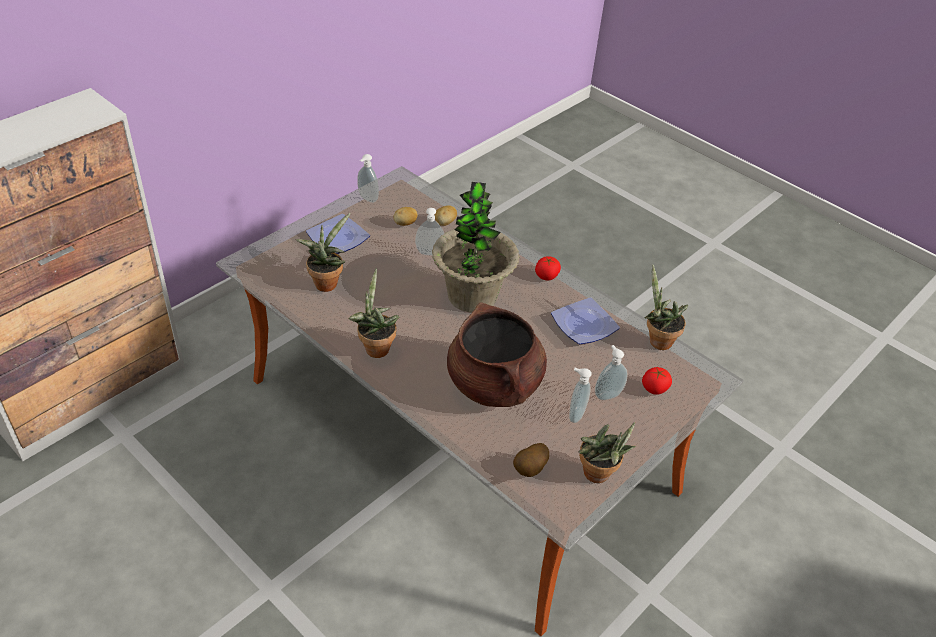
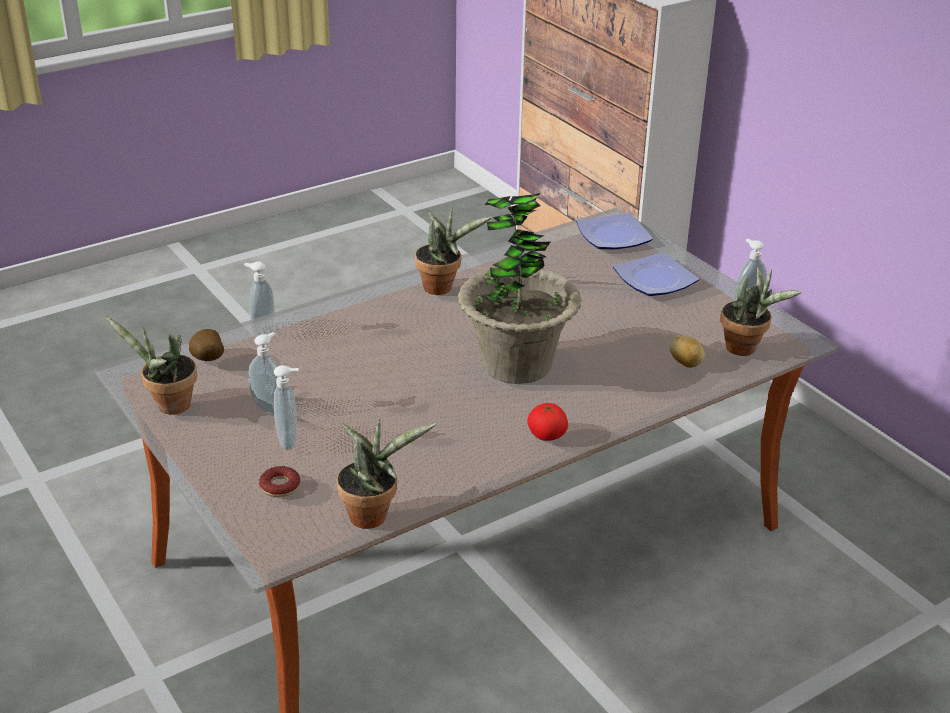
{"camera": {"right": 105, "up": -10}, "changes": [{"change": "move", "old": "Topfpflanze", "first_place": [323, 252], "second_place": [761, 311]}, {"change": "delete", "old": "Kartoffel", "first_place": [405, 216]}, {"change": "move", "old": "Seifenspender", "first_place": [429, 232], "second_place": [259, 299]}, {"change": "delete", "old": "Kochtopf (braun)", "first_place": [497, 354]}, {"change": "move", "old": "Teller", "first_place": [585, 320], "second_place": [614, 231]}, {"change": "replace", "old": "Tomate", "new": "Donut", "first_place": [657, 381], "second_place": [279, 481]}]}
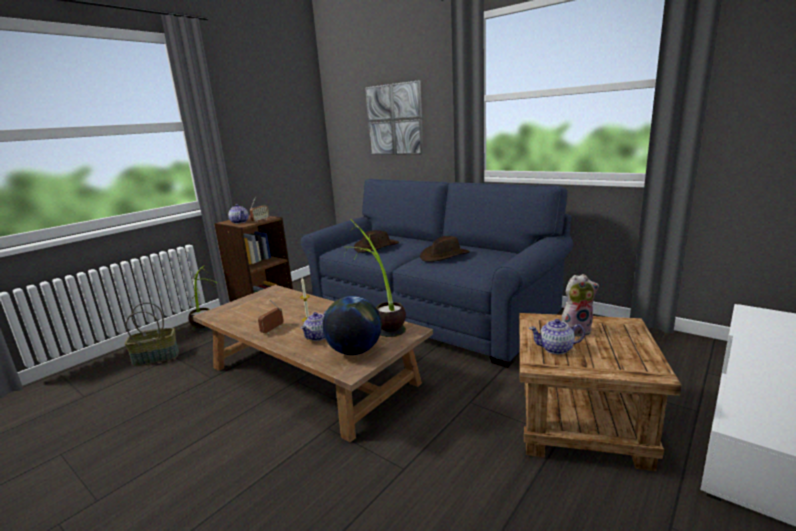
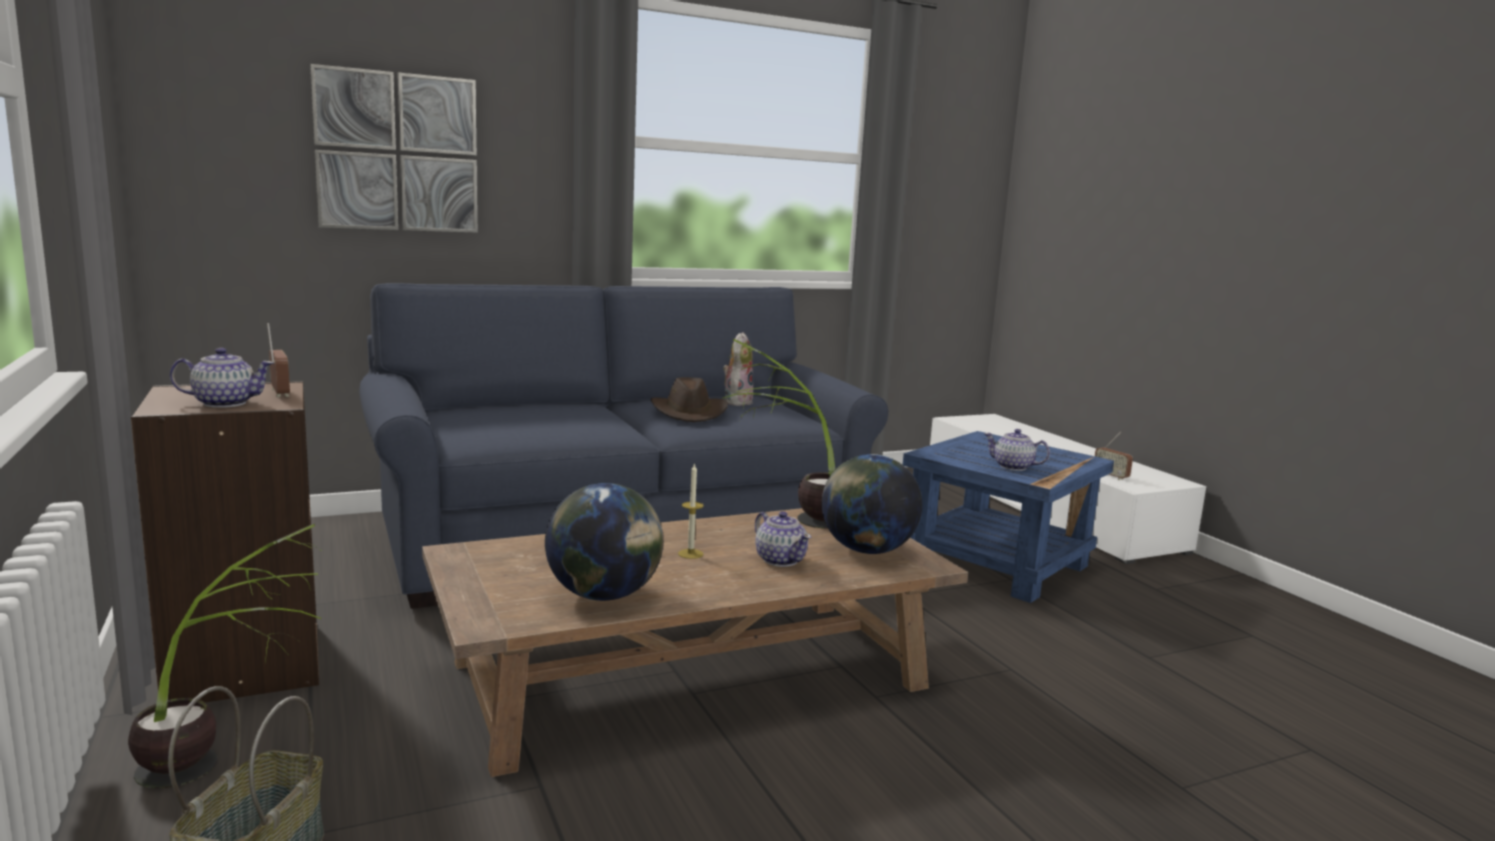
{"camera": {"right": -65, "up": -5}, "changes": [{"change": "move", "old": "Radio", "first_place": [271, 316], "second_place": [1114, 456]}, {"change": "delete", "old": "Hut (braun)", "first_place": [376, 241]}, {"change": "recolor", "old": "Beistelltisch (braun)", "new": "Beistelltisch (blau)", "first_place": [600, 392], "second_place": [1008, 517]}, {"change": "rotate", "old": "Teekanne", "first_place": [557, 336], "second_place": [1017, 450], "degrees": 90}, {"change": "move", "old": "Plüschtier", "first_place": [580, 305], "second_place": [738, 369]}, {"change": "insert", "new": "Globus", "second_place": [604, 542]}]}
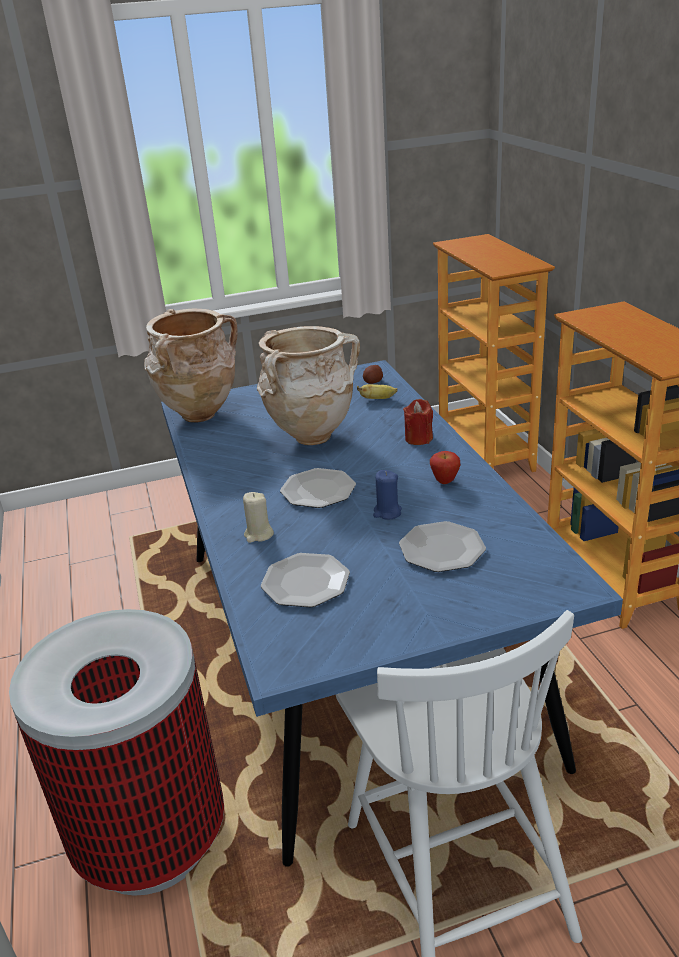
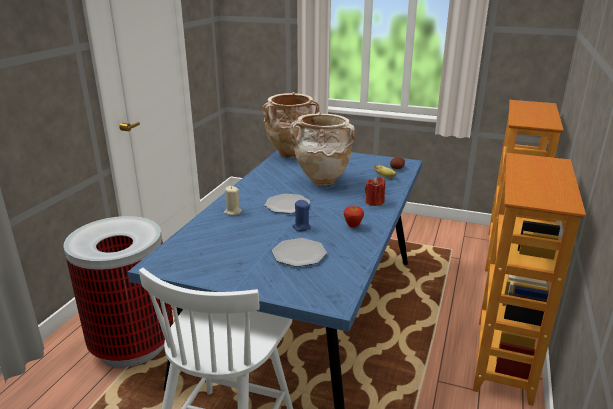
{"camera": {"right": 35, "up": -5}, "changes": [{"change": "delete", "old": "Teller", "first_place": [305, 580]}]}
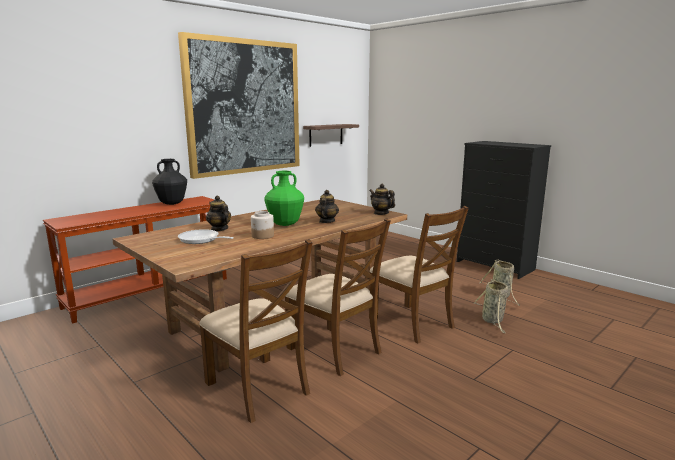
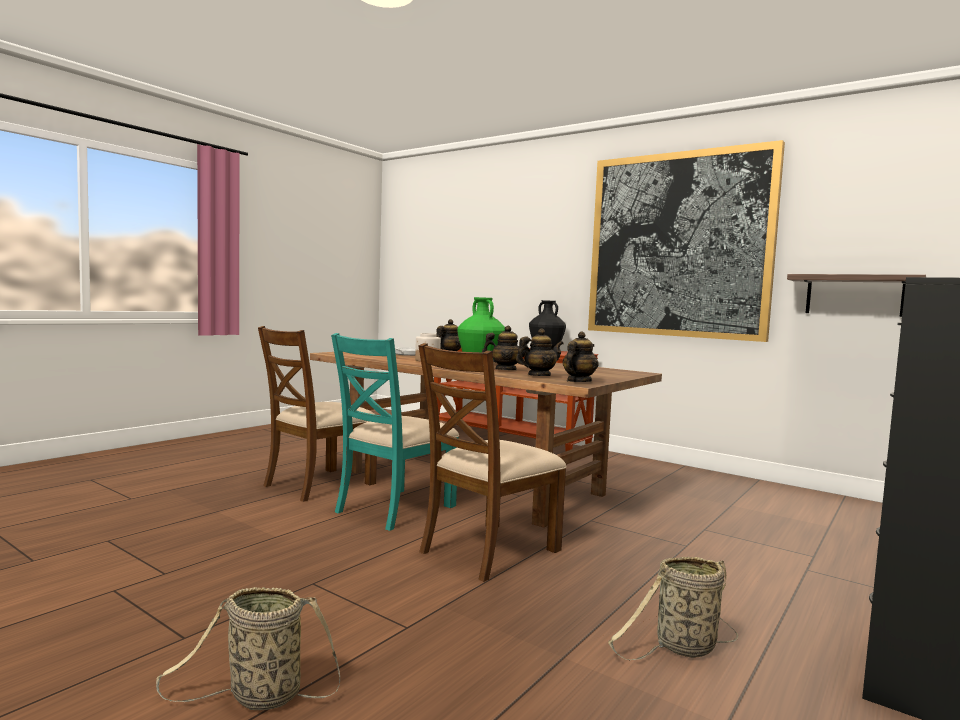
{"camera": {"right": 80, "up": -10}, "changes": [{"change": "recolor", "old": "Stuhl (braun)", "new": "Stuhl (türkis)", "first_place": [337, 297], "second_place": [395, 432]}, {"change": "move", "old": "Korb", "first_place": [490, 306], "second_place": [248, 648]}, {"change": "insert", "new": "Teekanne", "second_place": [540, 352]}]}
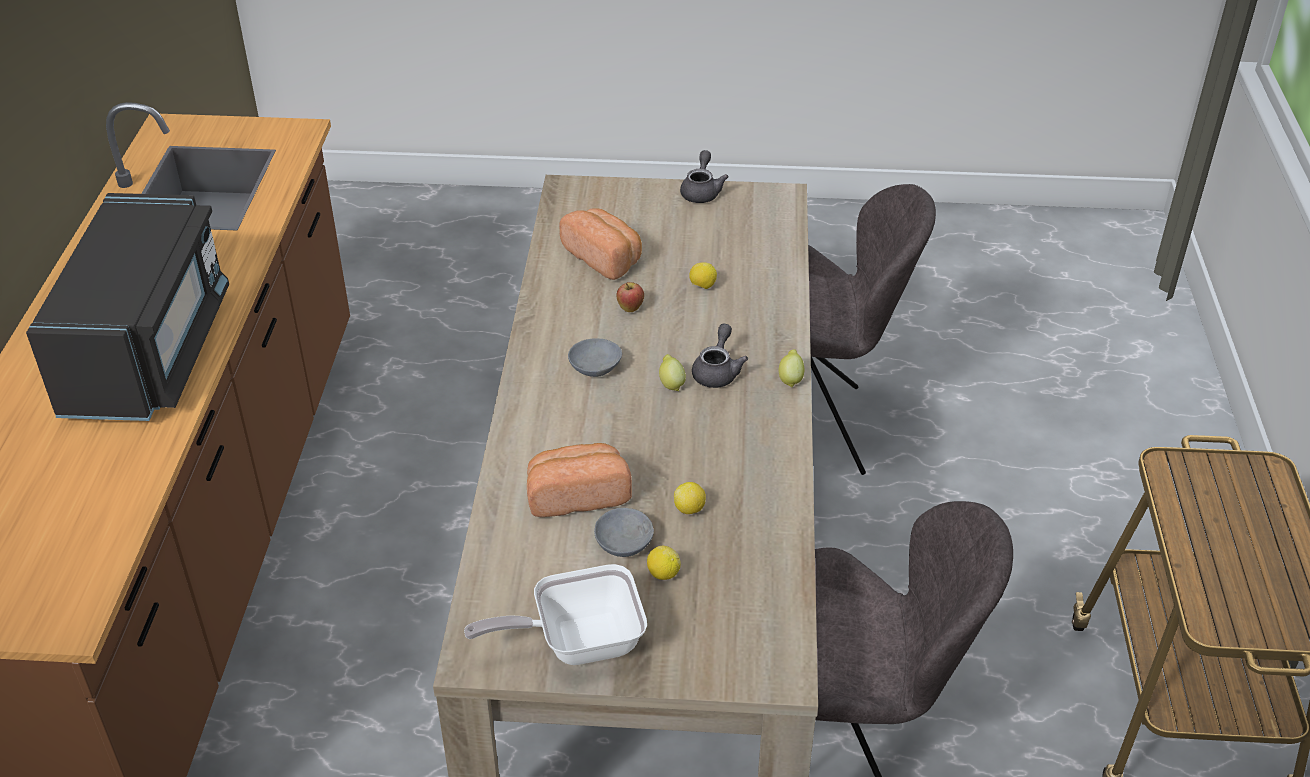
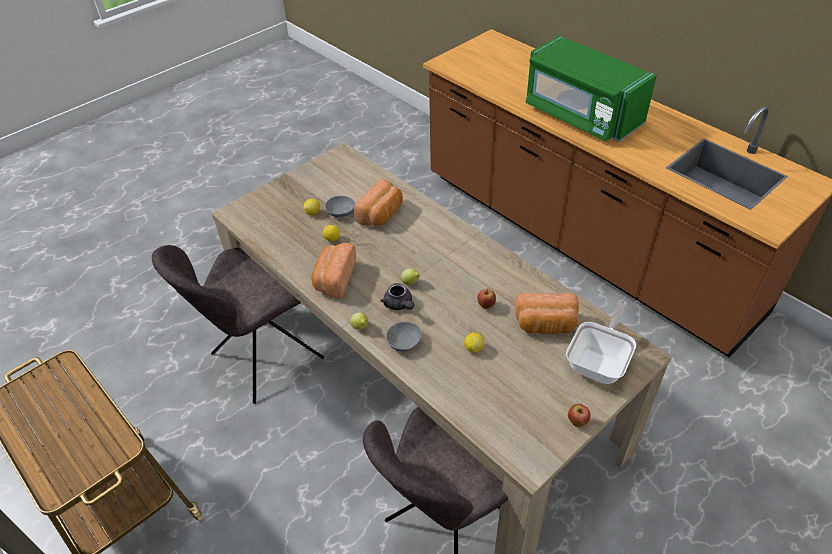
{"camera": {"right": 135, "up": 5}, "changes": [{"change": "recolor", "old": "Mikrowelle (schwarz)", "new": "Mikrowelle (grün)", "first_place": [127, 307], "second_place": [591, 89]}, {"change": "move", "old": "Pfanne", "first_place": [555, 614], "second_place": [601, 342]}, {"change": "move", "old": "Schüssel (grau)", "first_place": [595, 357], "second_place": [404, 337]}, {"change": "replace", "old": "Teekanne (grau)", "new": "Apfel", "first_place": [704, 176], "second_place": [579, 415]}, {"change": "insert", "new": "Brot", "second_place": [333, 271]}]}
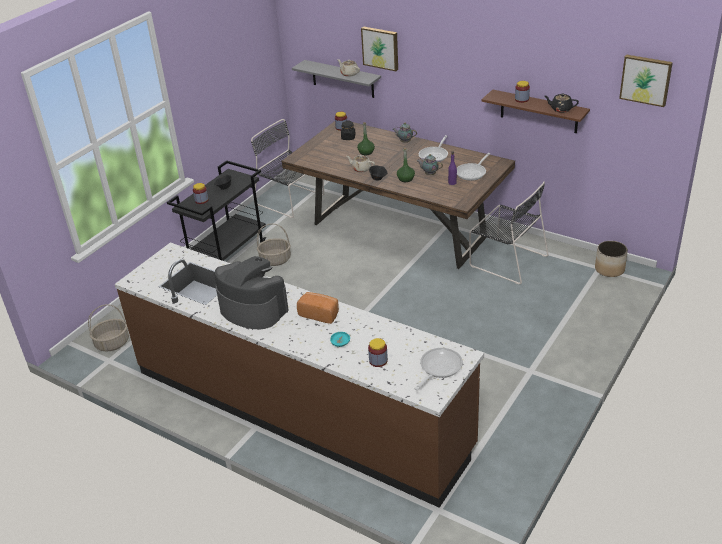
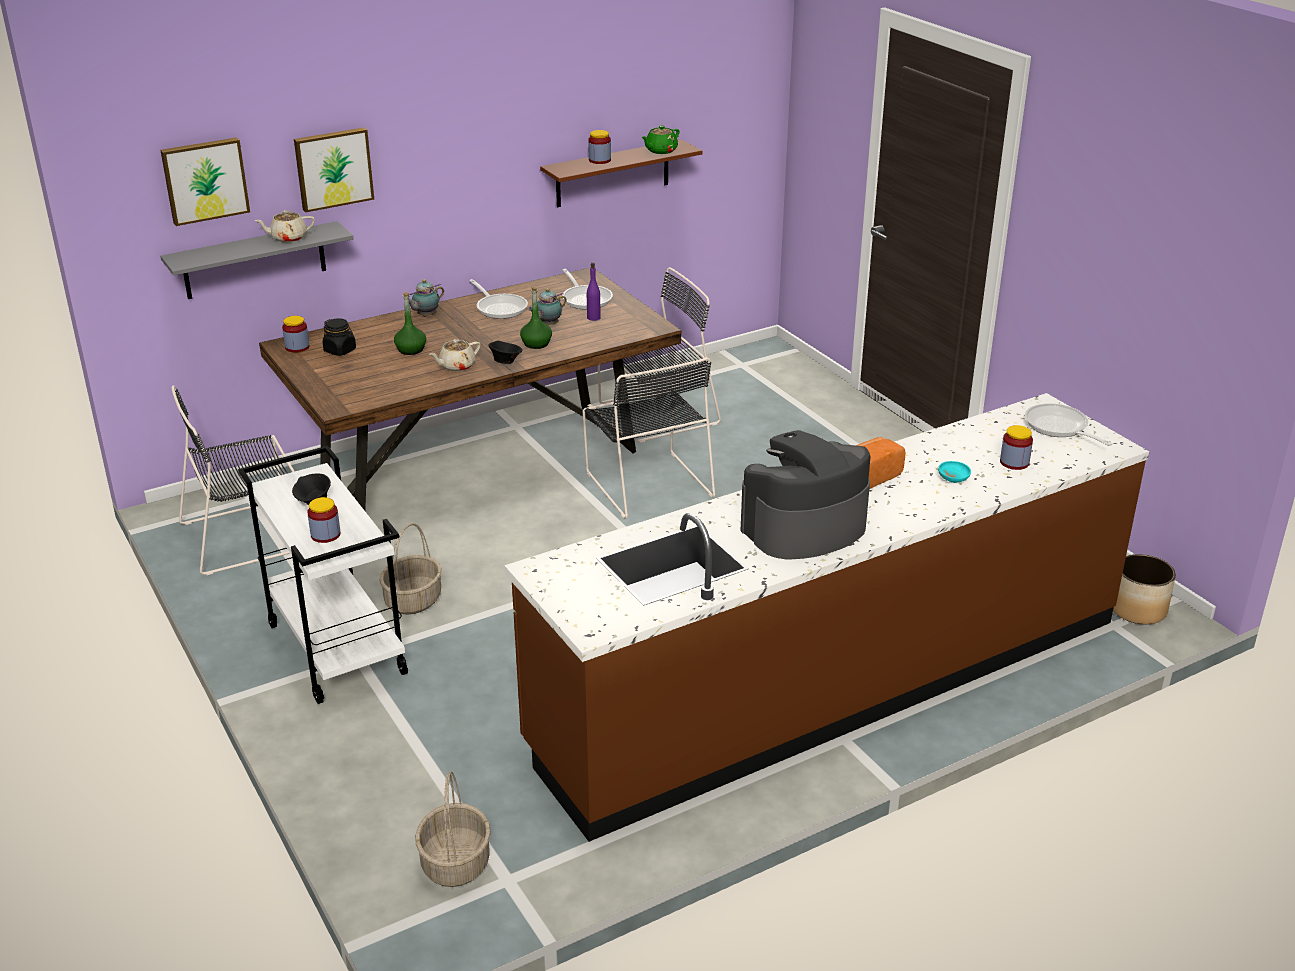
{"camera": {"right": -65, "up": -5}, "changes": [{"change": "recolor", "old": "Rollwagen (schwarz)", "new": "Rollwagen (weiß)", "first_place": [216, 210], "second_place": [323, 575]}, {"change": "recolor", "old": "Teekanne (schwarz)", "new": "Teekanne (grün)", "first_place": [562, 103], "second_place": [661, 139]}, {"change": "move", "old": "Pflanzkübel", "first_place": [611, 259], "second_place": [1144, 589]}, {"change": "move", "old": "Bild", "first_place": [646, 81], "second_place": [205, 181]}, {"change": "insert", "new": "Stuhl (schwarz)", "second_place": [649, 438]}]}
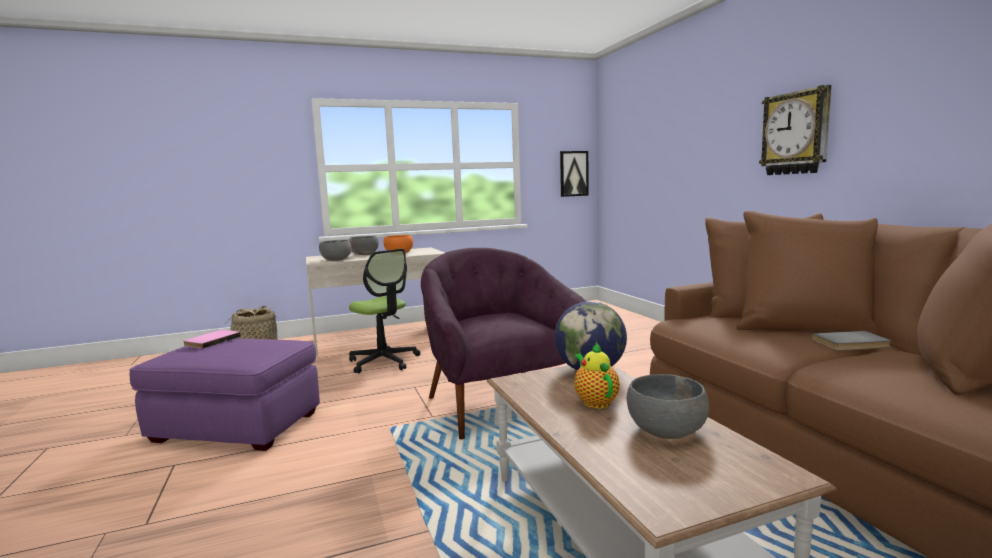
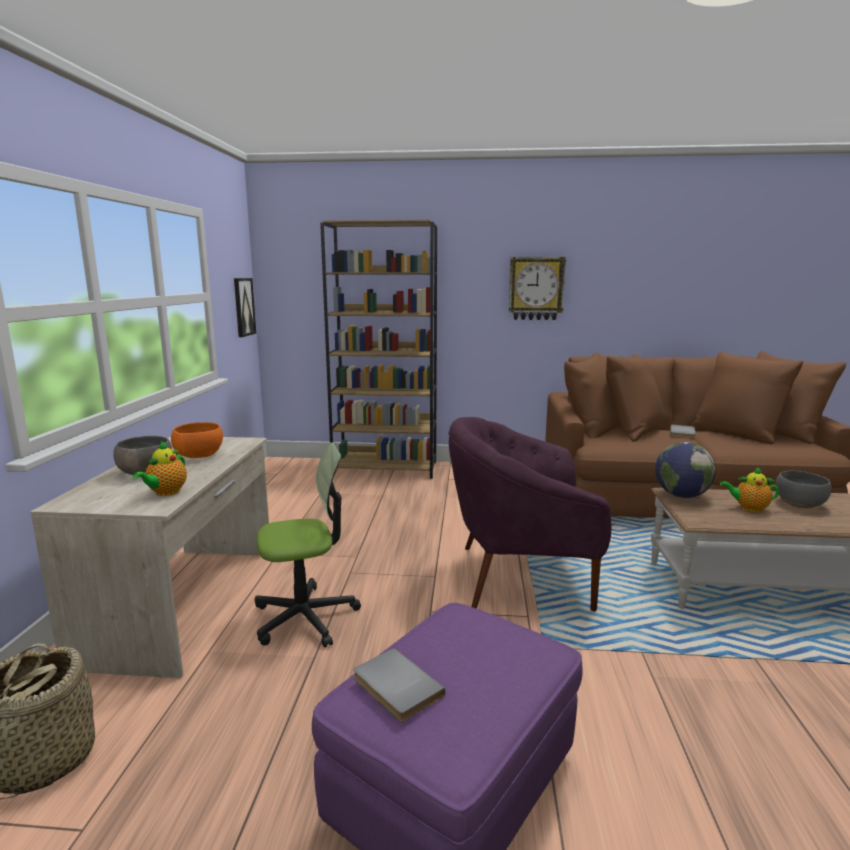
{"camera": {"right": -65, "up": 5}, "changes": [{"change": "recolor", "old": "Buch (rosa)", "new": "Buch (grau)", "first_place": [212, 339], "second_place": [399, 685]}, {"change": "replace", "old": "Schüssel (grau)", "new": "Teekanne", "first_place": [335, 250], "second_place": [159, 468]}, {"change": "insert", "new": "Bücherregal (braun)", "second_place": [378, 349]}]}
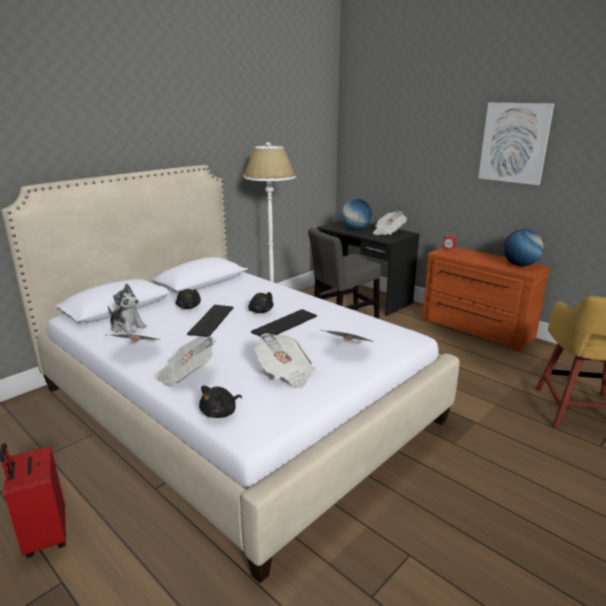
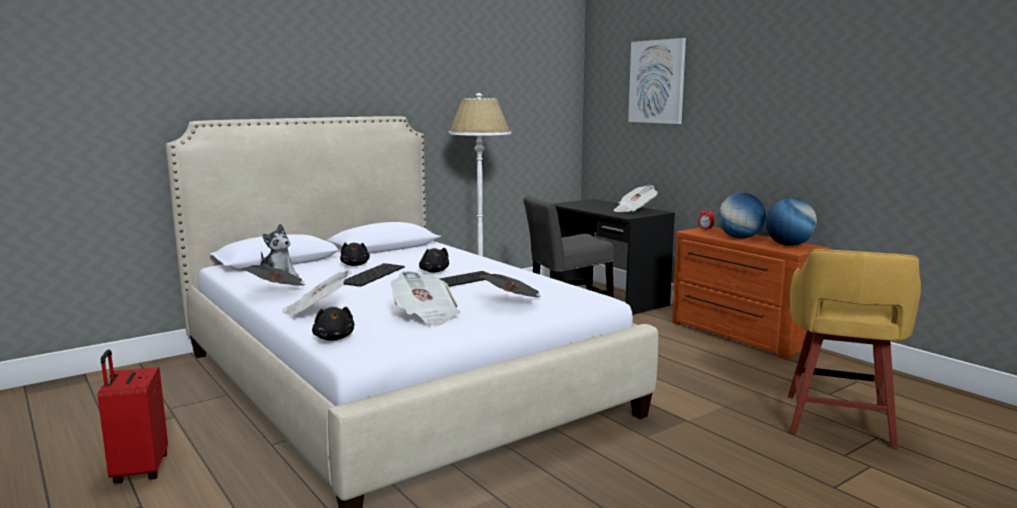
{"camera": {"right": 10, "up": -10}, "changes": [{"change": "rotate", "old": "Plüschtier (schwarz)", "first_place": [220, 401], "second_place": [333, 324], "degrees": -75}, {"change": "move", "old": "Globus", "first_place": [356, 214], "second_place": [742, 216]}, {"change": "move", "old": "Bild", "first_place": [516, 144], "second_place": [657, 81]}]}
